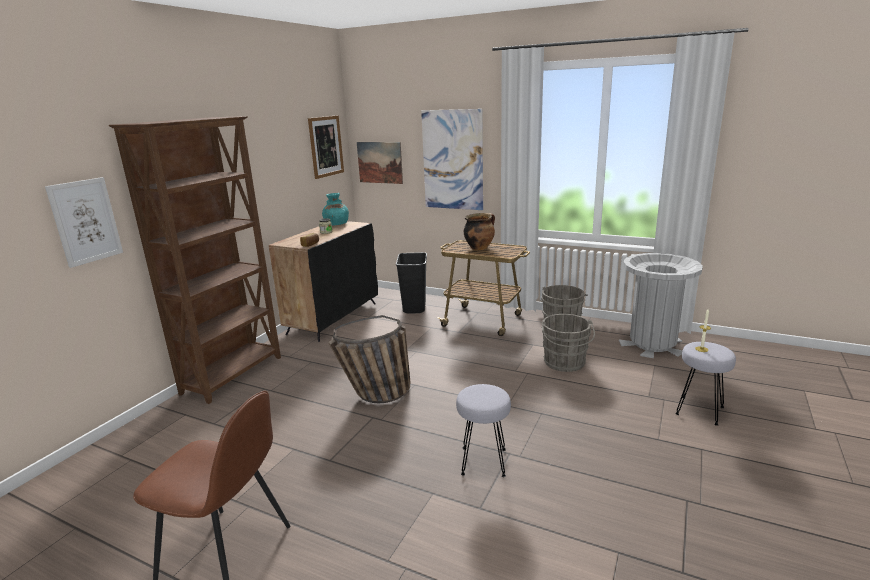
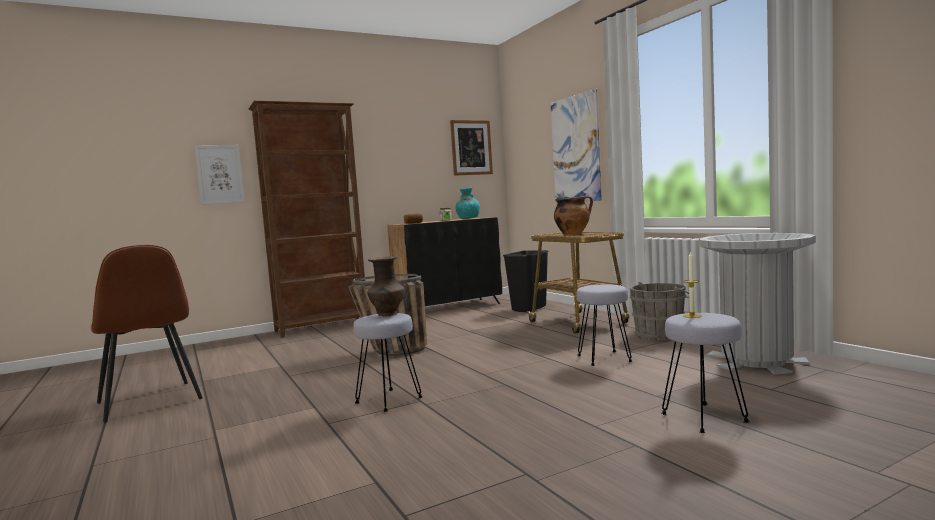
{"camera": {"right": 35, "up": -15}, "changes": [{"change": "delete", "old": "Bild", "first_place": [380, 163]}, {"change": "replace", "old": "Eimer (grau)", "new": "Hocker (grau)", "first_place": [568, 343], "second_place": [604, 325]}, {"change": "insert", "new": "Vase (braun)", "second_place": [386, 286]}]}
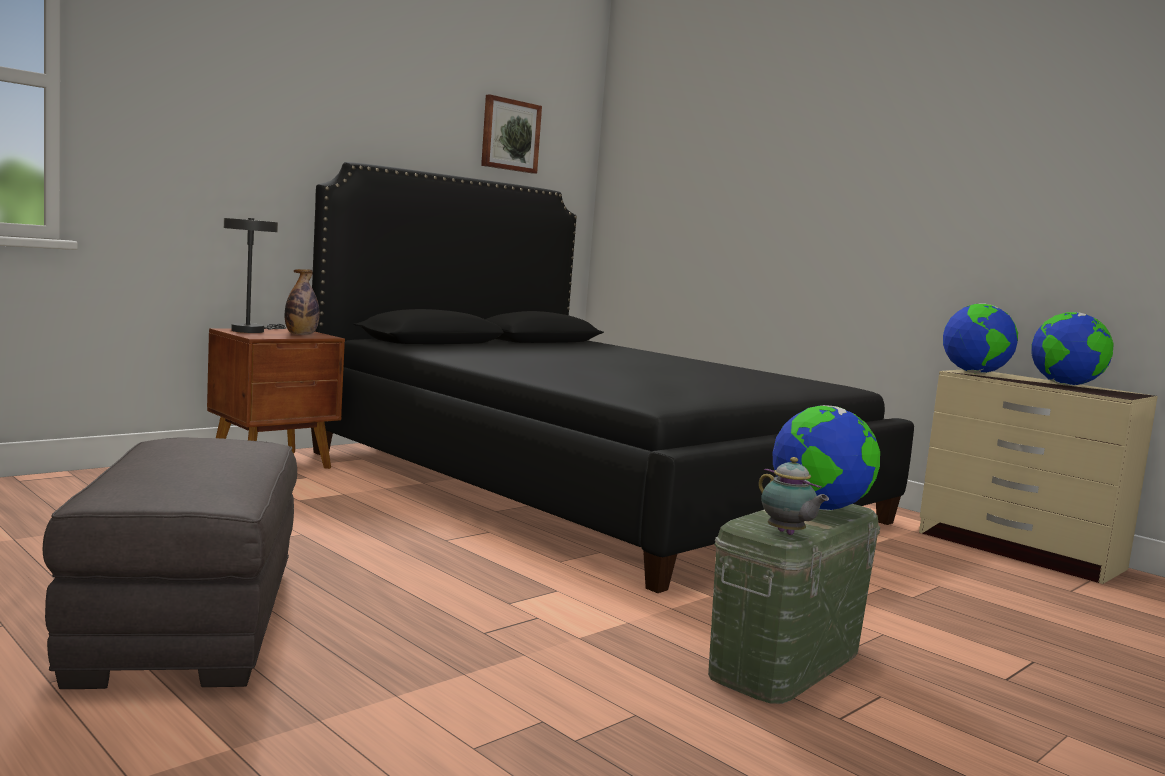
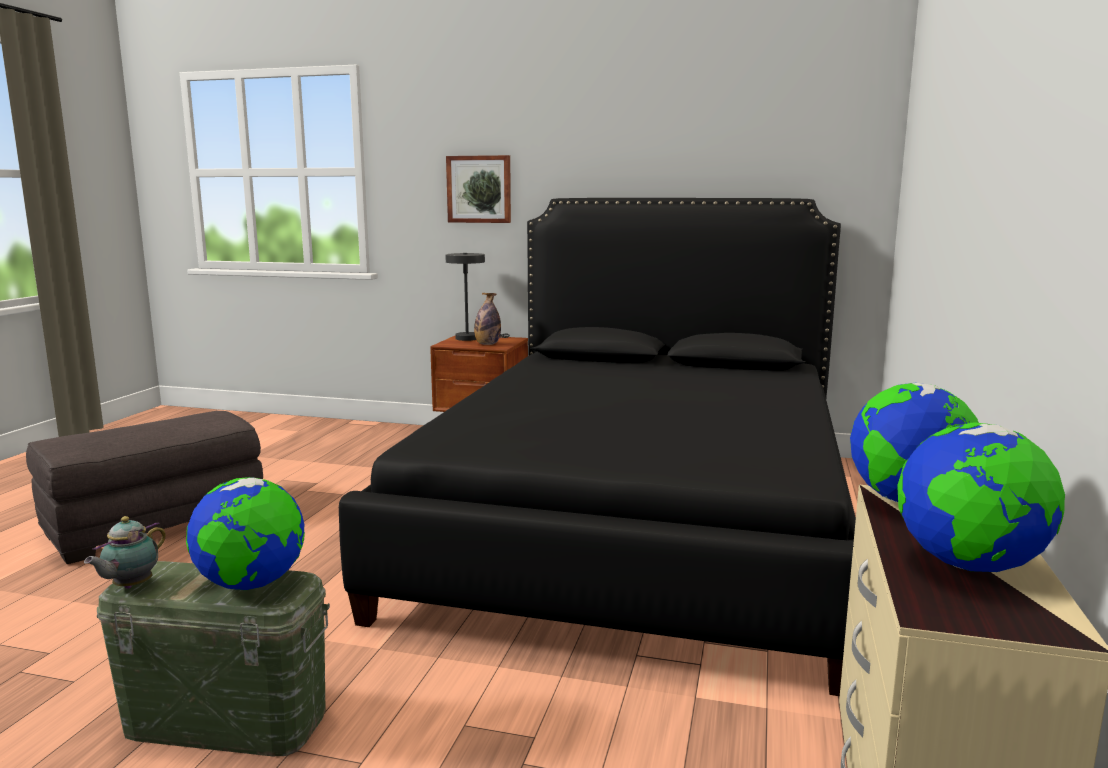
{"camera": {"right": 60, "up": 5}, "changes": [{"change": "move", "old": "Bild", "first_place": [511, 134], "second_place": [478, 189]}]}
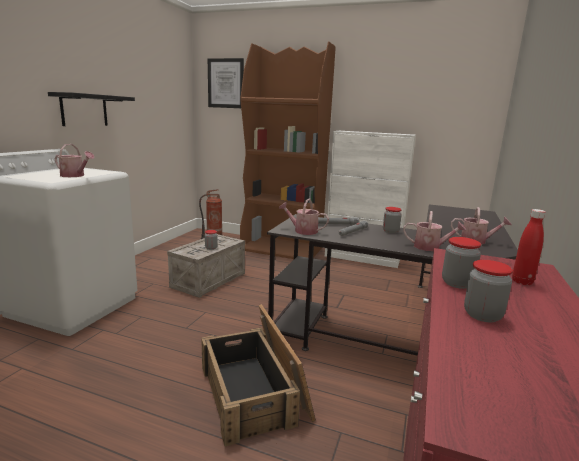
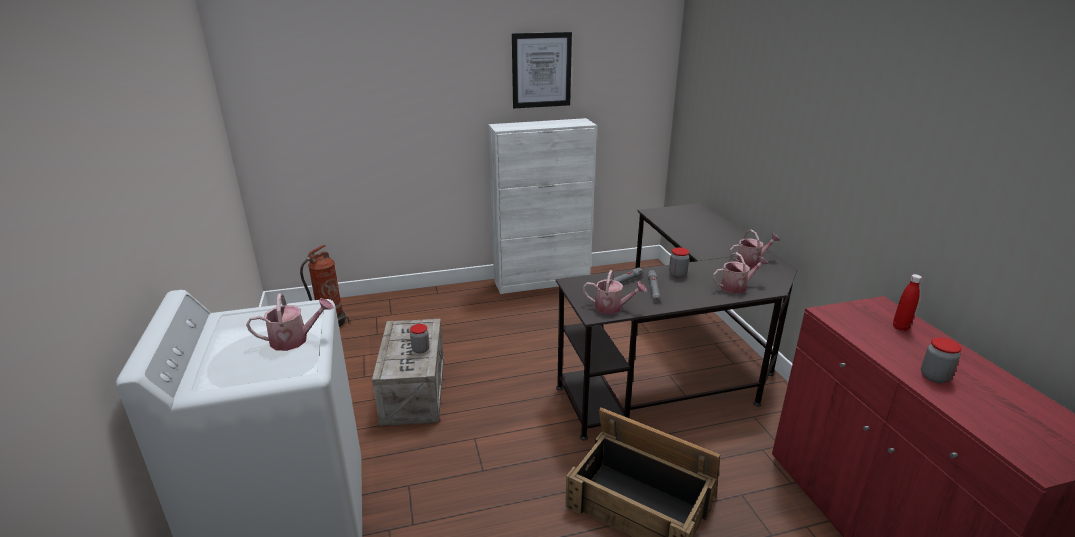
{"camera": {"right": -35, "up": 10}, "changes": [{"change": "delete", "old": "Wandregal (schwarz)", "first_place": [91, 109]}, {"change": "move", "old": "Bild", "first_place": [226, 83], "second_place": [542, 70]}, {"change": "delete", "old": "Bücherregal (braun)", "first_place": [288, 150]}, {"change": "rotate", "old": "Gießkanne", "first_place": [304, 216], "second_place": [615, 292], "degrees": -150}, {"change": "delete", "old": "Vorratsglas", "first_place": [461, 263]}]}
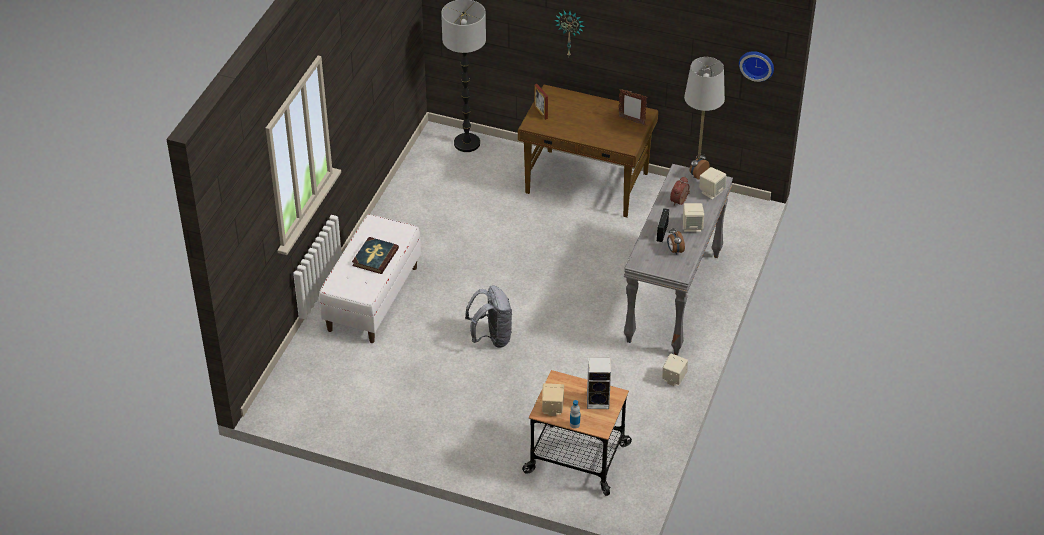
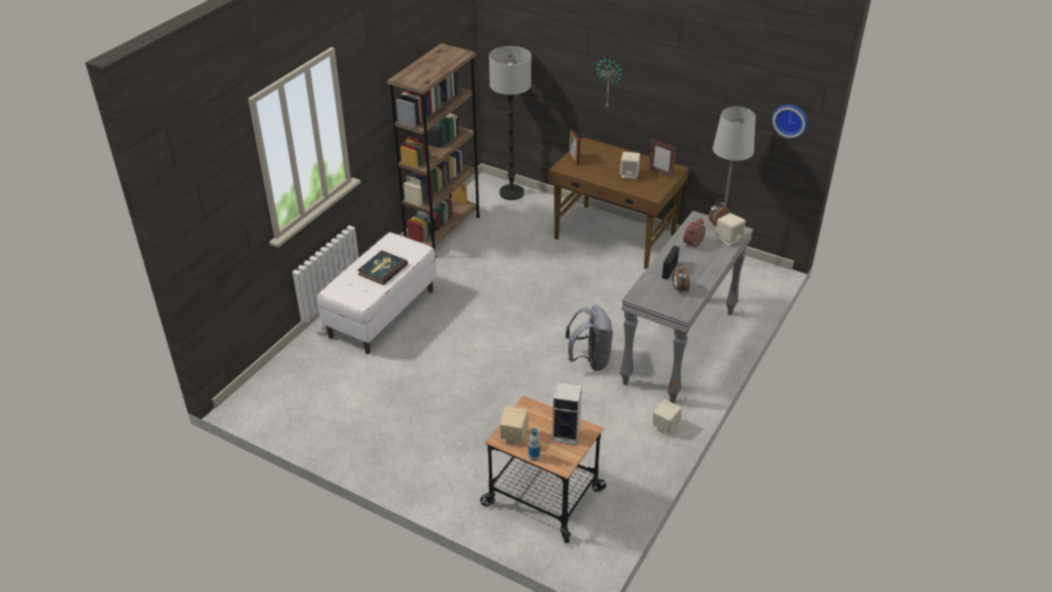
{"camera": {"right": 10, "up": -5}, "changes": [{"change": "move", "old": "Rucksack (grau)", "first_place": [488, 316], "second_place": [589, 338]}, {"change": "move", "old": "Lautsprecher (beige)", "first_place": [693, 217], "second_place": [630, 165]}, {"change": "insert", "new": "Bücherregal (braun)", "second_place": [433, 150]}]}
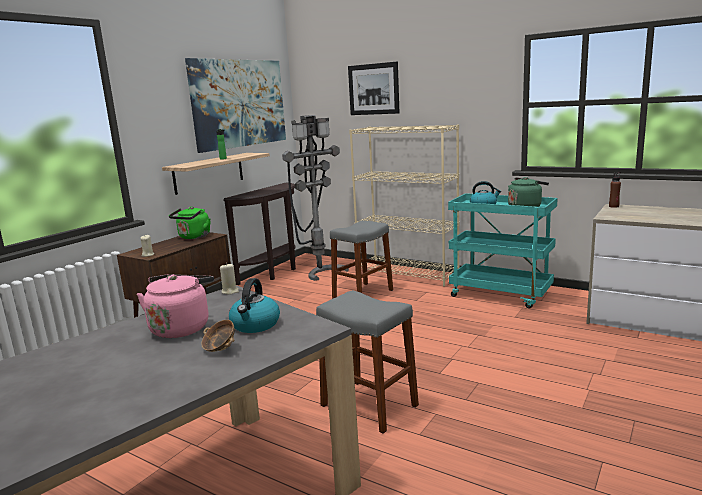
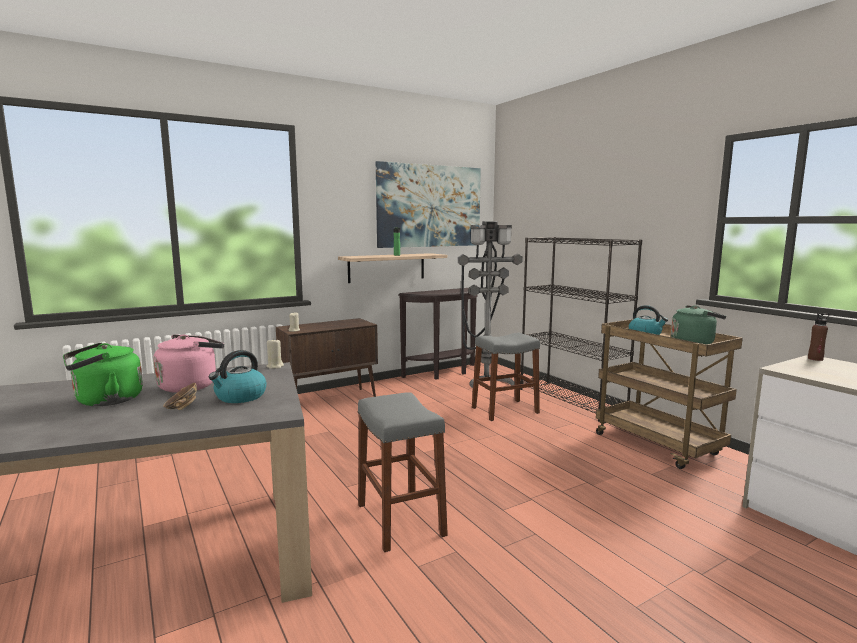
{"camera": {"right": 25, "up": -5}, "changes": [{"change": "move", "old": "Wasserkessel (grün)", "first_place": [189, 223], "second_place": [103, 374]}, {"change": "delete", "old": "Bild", "first_place": [373, 88]}, {"change": "recolor", "old": "Bücherregal (beige)", "new": "Bücherregal (schwarz)", "first_place": [404, 205], "second_place": [581, 329]}, {"change": "recolor", "old": "Rollwagen (türkis)", "new": "Rollwagen (braun)", "first_place": [503, 251], "second_place": [669, 394]}]}
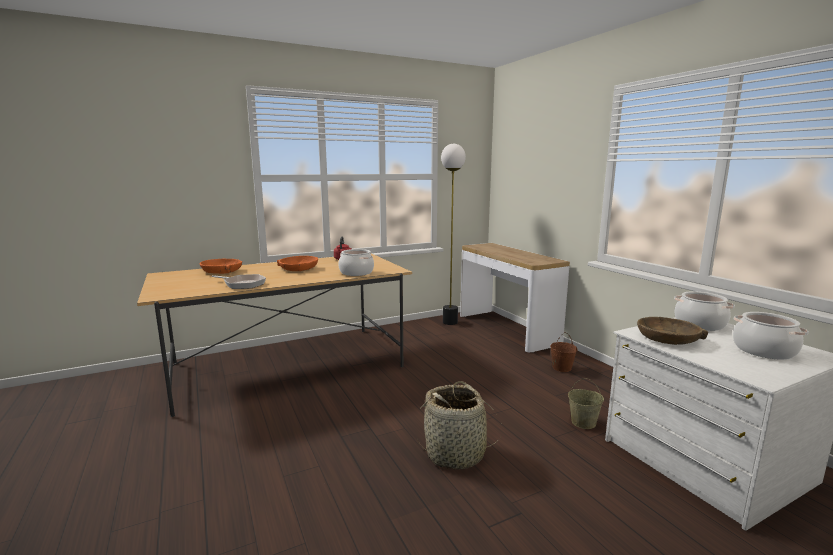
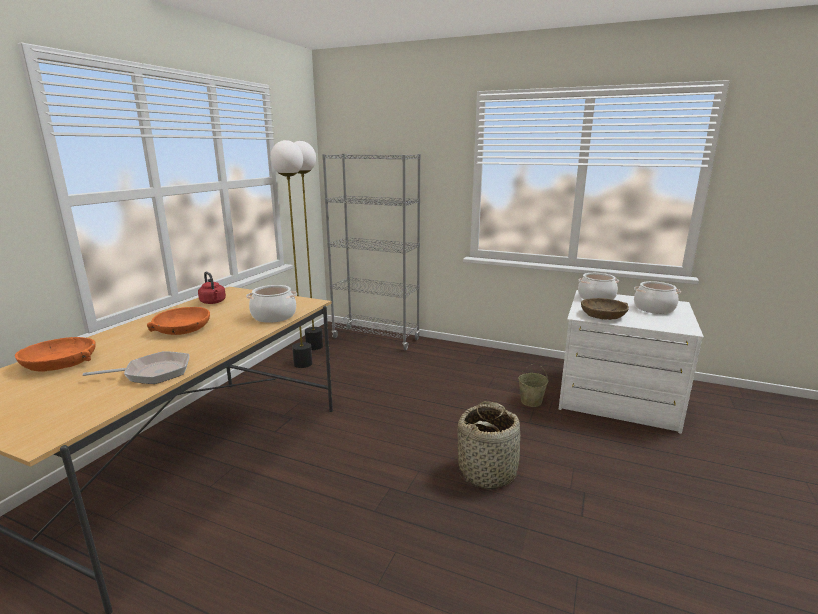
{"camera": {"right": -40, "up": 5}, "changes": [{"change": "replace", "old": "Konsolentisch", "new": "Bücherregal (grau)", "first_place": [515, 297], "second_place": [371, 252]}, {"change": "delete", "old": "Eimer (braun)", "first_place": [564, 352]}, {"change": "insert", "new": "Stehlampe", "second_place": [291, 254]}]}
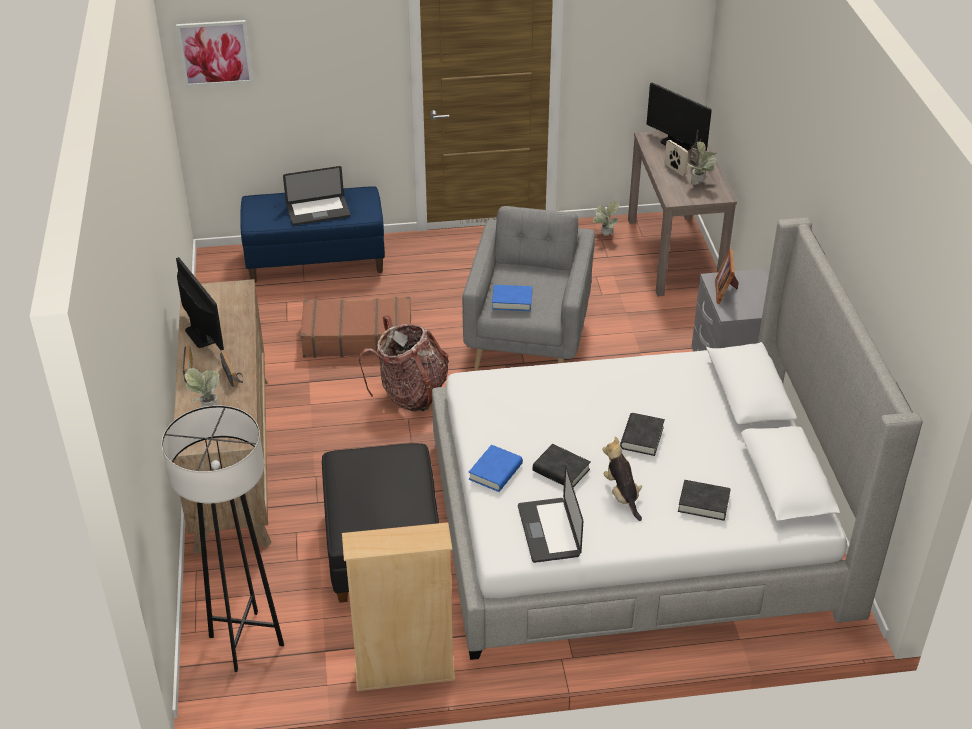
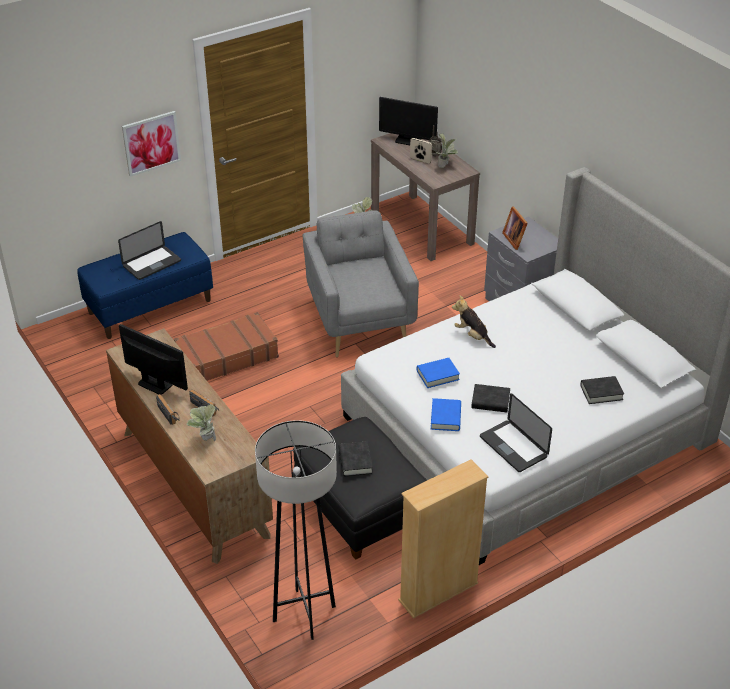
{"camera": {"right": -25, "up": 0}, "changes": [{"change": "move", "old": "Bild", "first_place": [214, 53], "second_place": [151, 144]}, {"change": "delete", "old": "Rucksack", "first_place": [404, 363]}, {"change": "move", "old": "Buch (blau)", "first_place": [512, 298], "second_place": [438, 373]}, {"change": "move", "old": "Plüschtier", "first_place": [622, 478], "second_place": [474, 321]}, {"change": "move", "old": "Buch (schwarz)", "first_place": [642, 434], "second_place": [356, 458]}]}
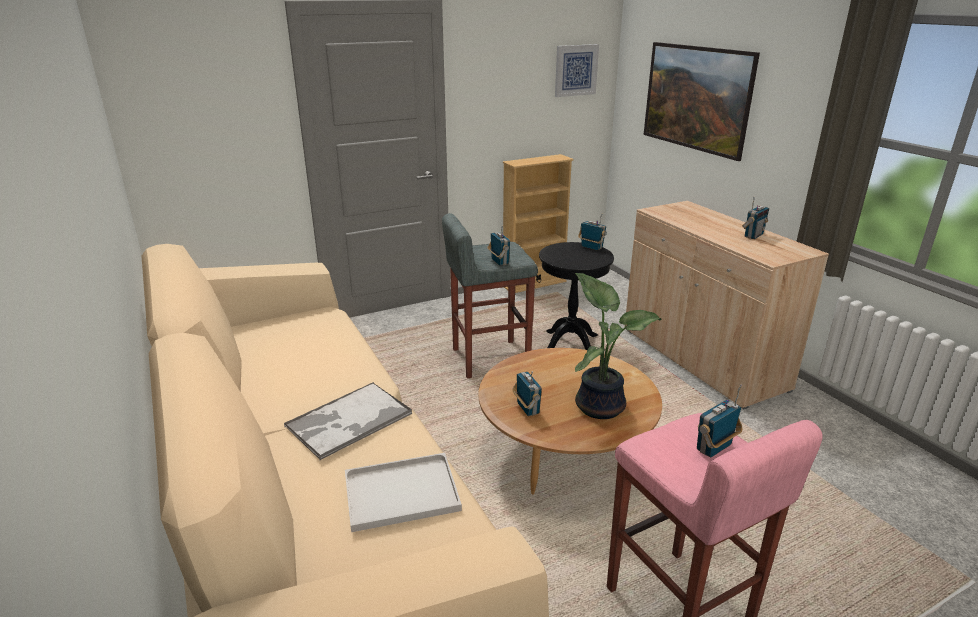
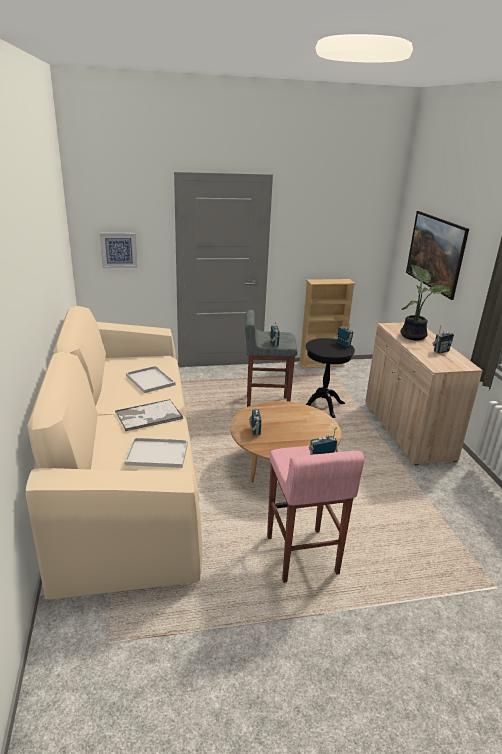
{"camera": {"right": 15, "up": 0}, "changes": [{"change": "move", "old": "Bild", "first_place": [577, 70], "second_place": [119, 250]}, {"change": "move", "old": "Topfpflanze", "first_place": [618, 346], "second_place": [426, 303]}, {"change": "insert", "new": "Tablett (weiß)", "second_place": [151, 379]}]}
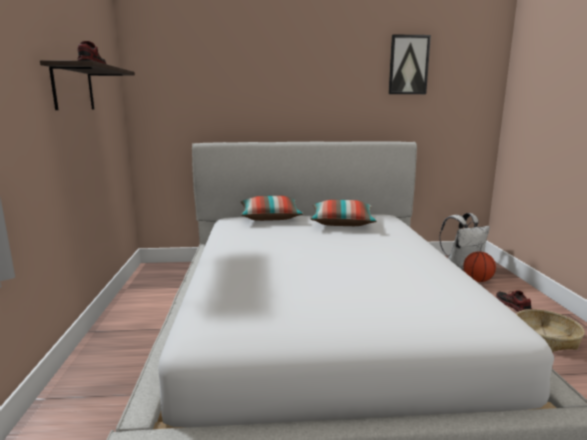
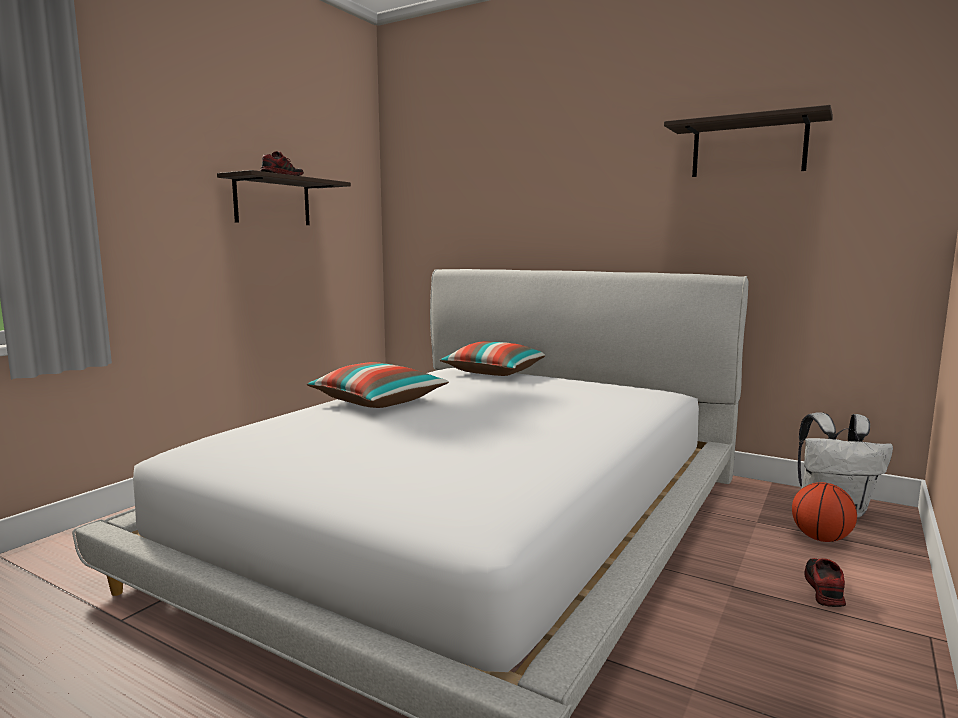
{"camera": {"right": 35, "up": -5}, "changes": [{"change": "move", "old": "Kissen", "first_place": [343, 213], "second_place": [378, 385]}, {"change": "replace", "old": "Bild", "new": "Wandregal", "first_place": [409, 64], "second_place": [748, 141]}, {"change": "delete", "old": "Korb", "first_place": [551, 330]}]}
